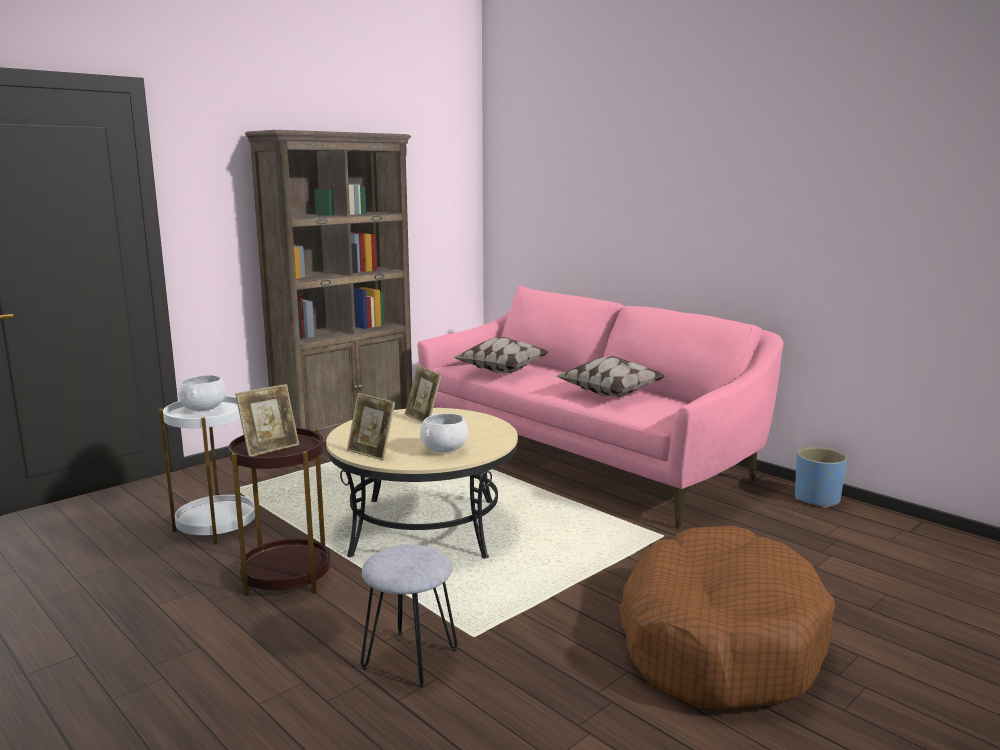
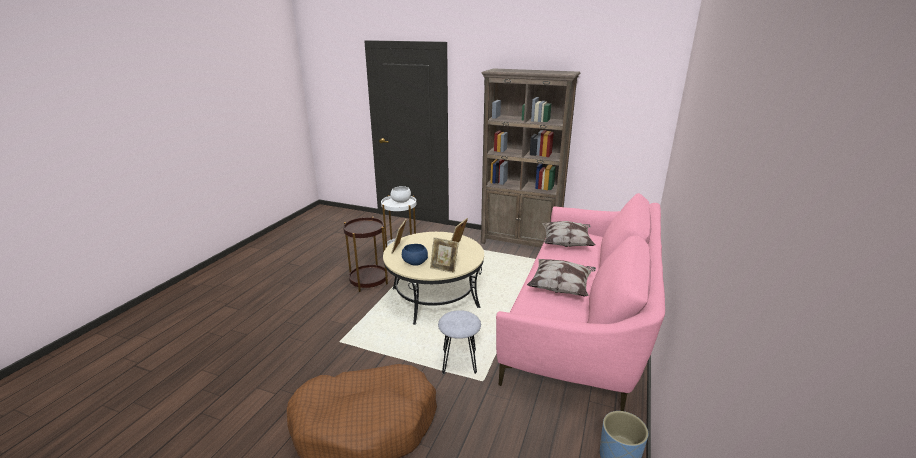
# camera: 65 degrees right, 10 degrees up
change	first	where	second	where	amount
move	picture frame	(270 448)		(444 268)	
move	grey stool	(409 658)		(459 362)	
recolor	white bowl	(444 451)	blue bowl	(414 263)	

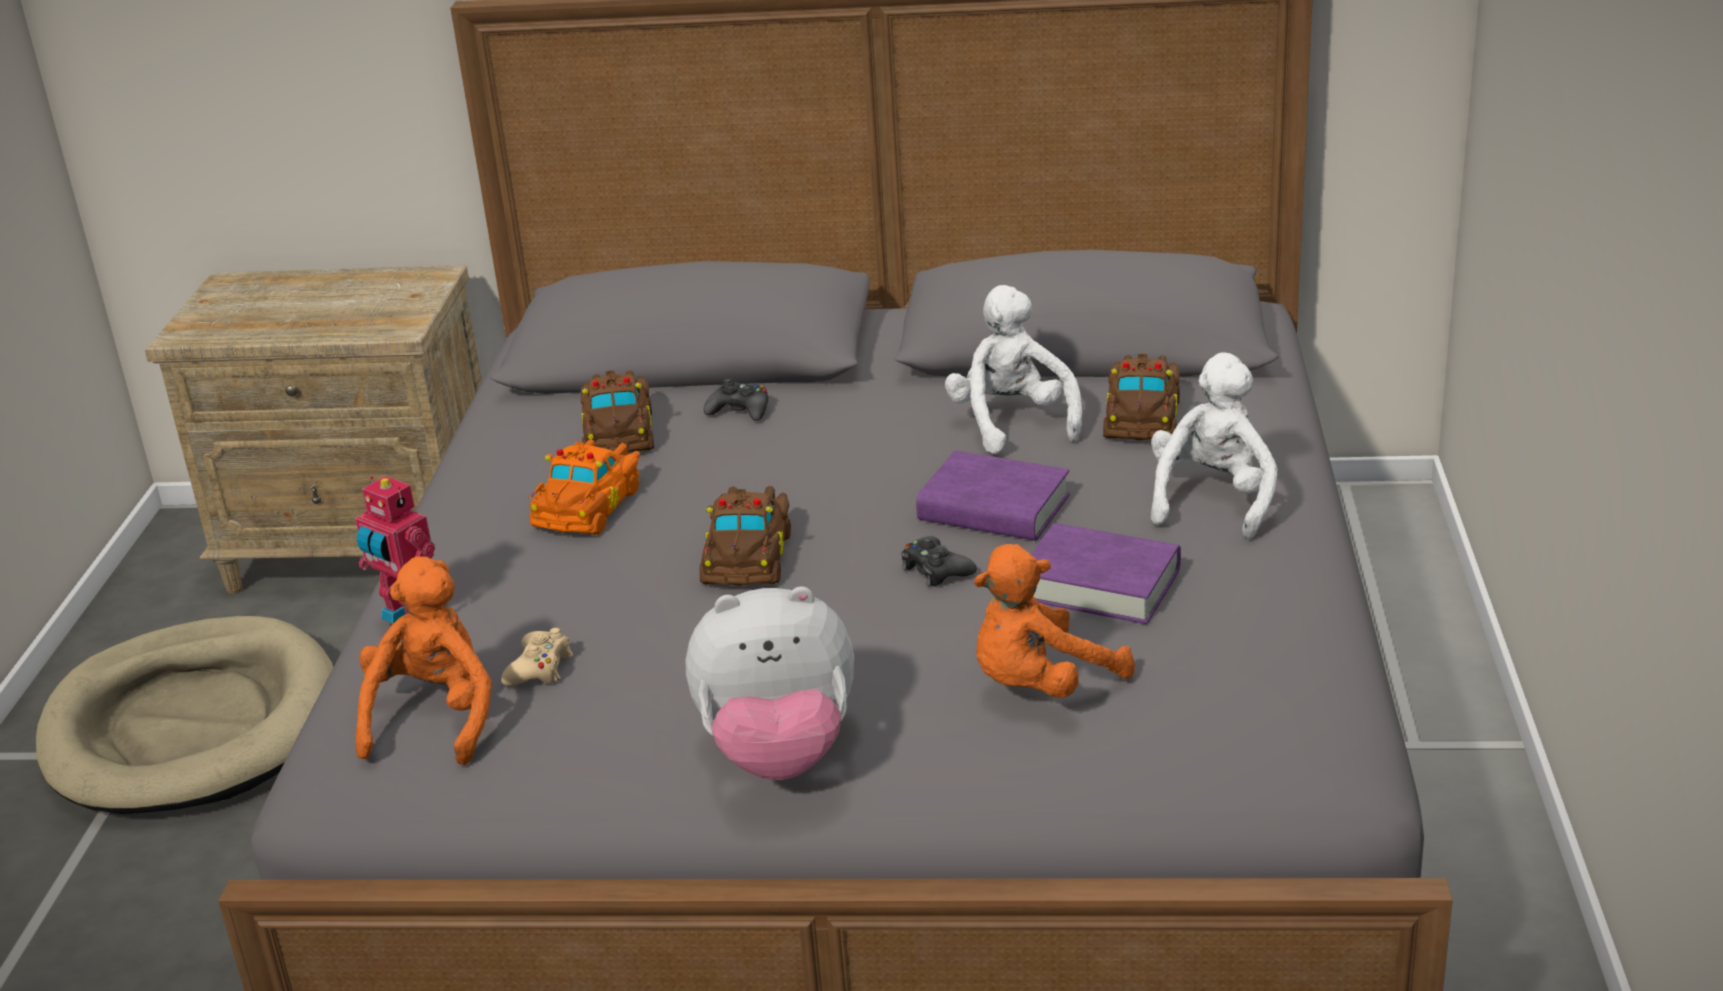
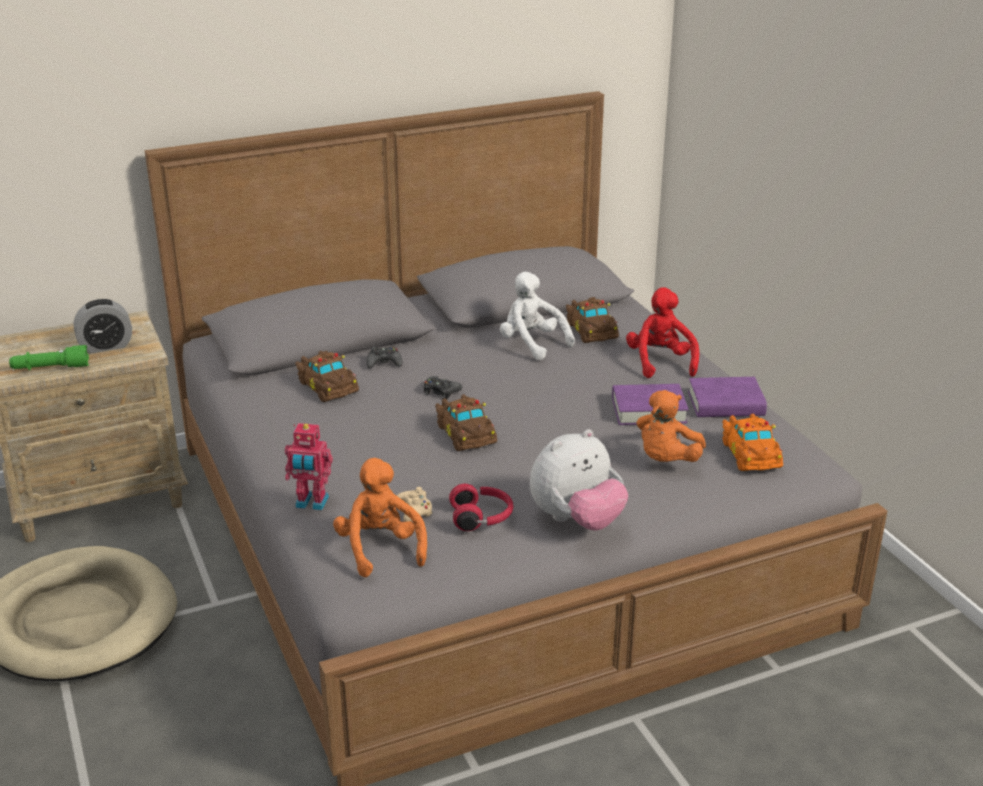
# camera: 30 degrees left, 0 degrees up
change	first	where	second	where	amount
move	orange toy car	(590 505)		(751 453)	
move	black game controller	(936 570)		(441 392)	
move	purple book	(993 508)		(726 404)	
recolor	white plush toy	(1213 500)	red plush toy	(660 362)	
insert			green flashlight	(50 368)	
insert			alarm clock	(106 346)	
insert			red headphones	(482 518)	

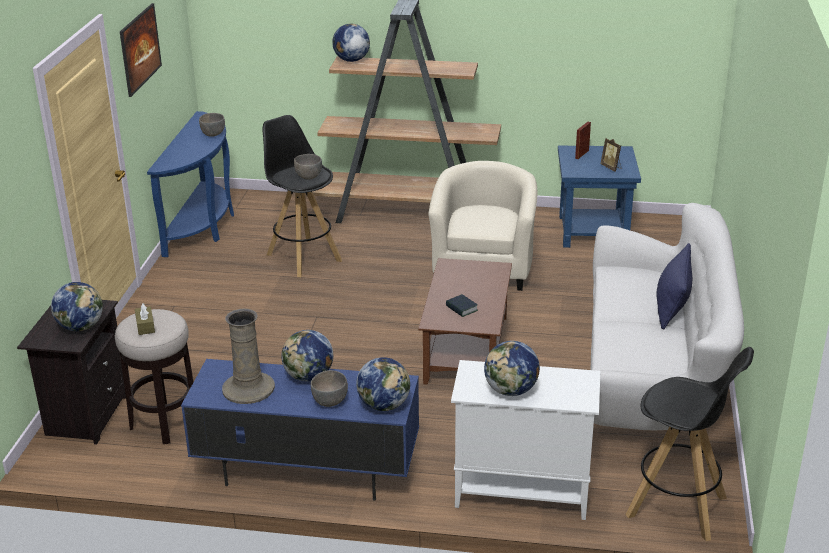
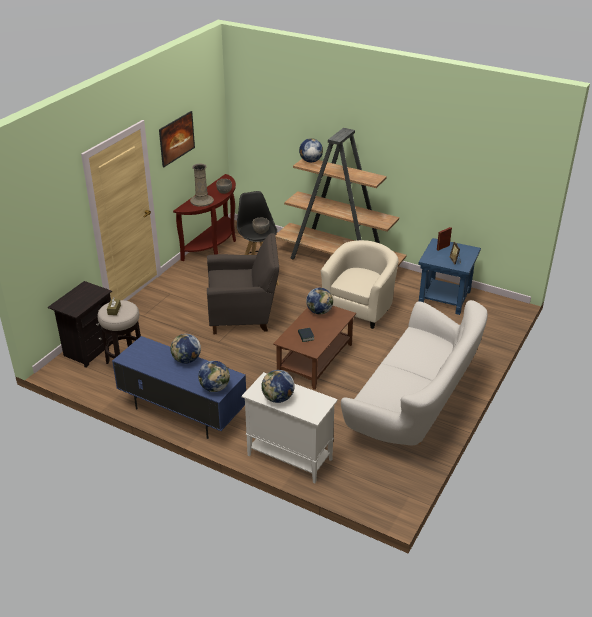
# camera: 20 degrees right, 5 degrees up
change	first	where	second	where	amount
move	globe	(81 327)		(319 311)	
recolor	blue console table	(202 226)	brown console table	(214 245)	
move	beige vase	(248 388)		(202 201)	
delete	grey bowl	(330 401)			
delete	black stool	(678 507)			
delete	blue pillow	(672 305)			
insert			grey armchair	(244 314)	

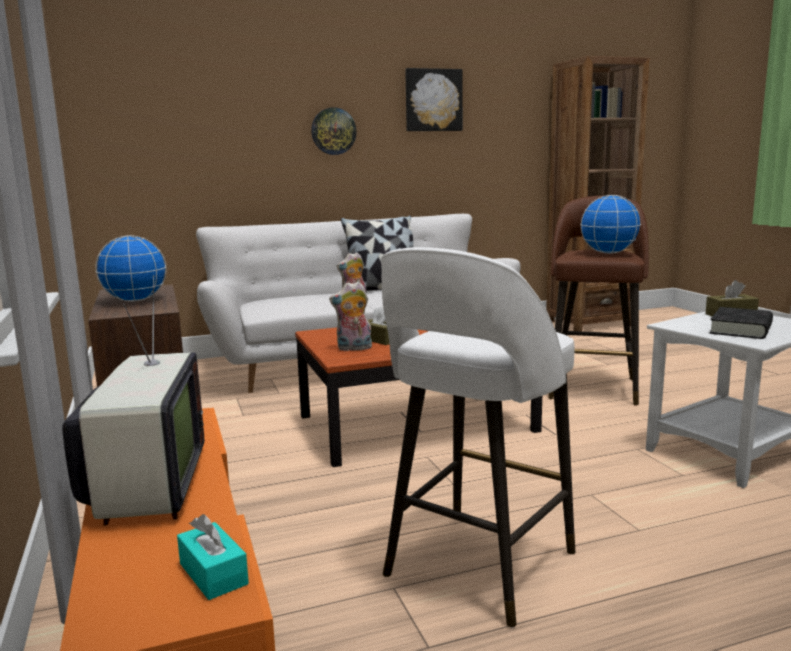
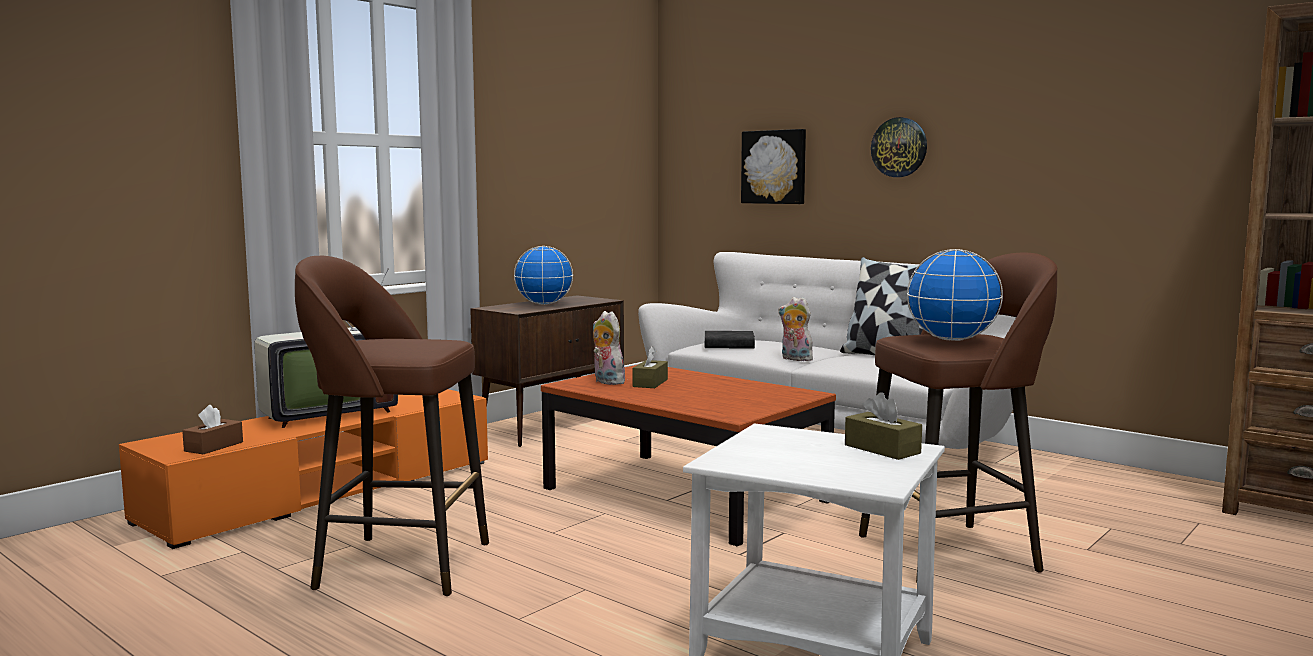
# camera: 60 degrees right, 5 degrees down
change	first	where	second	where	amount
recolor	turquoise tissue box	(213 574)	brown tissue box	(214 446)	
recolor	white stool	(477 566)	brown stool	(399 565)	
move	picture	(433 100)		(774 167)	
move	black book	(741 329)		(729 345)	

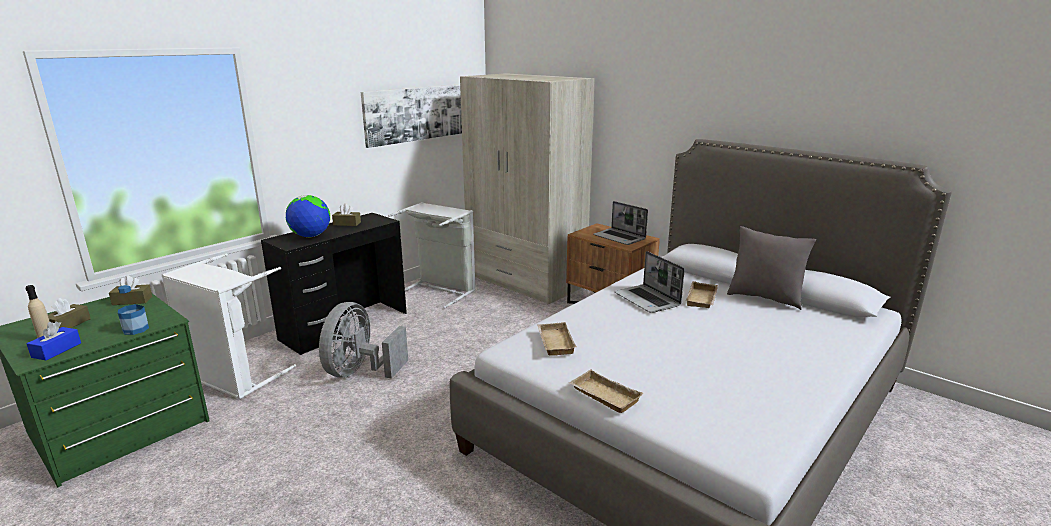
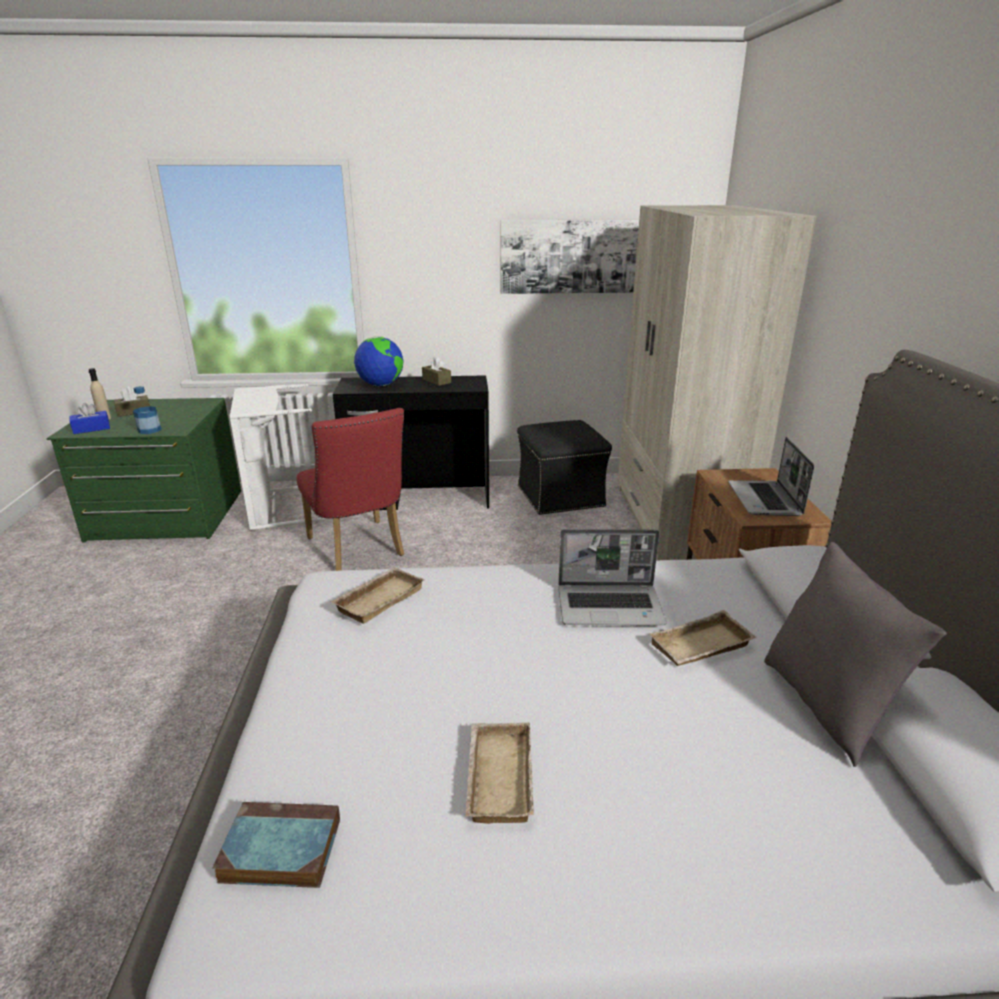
# camera: 45 degrees right, 5 degrees up
change	first	where	second	where	amount
delete	brown tissue box	(132 301)			
replace	grey fan	(360 372)	red chair	(358 550)	
replace	grey laundry basket	(440 290)	black ottoman	(560 497)	
move	beige tray	(602 396)		(496 776)	
rotate	laptop	(648 300)		(611 606)	105 degrees counterclockwise
insert			book	(278 850)	

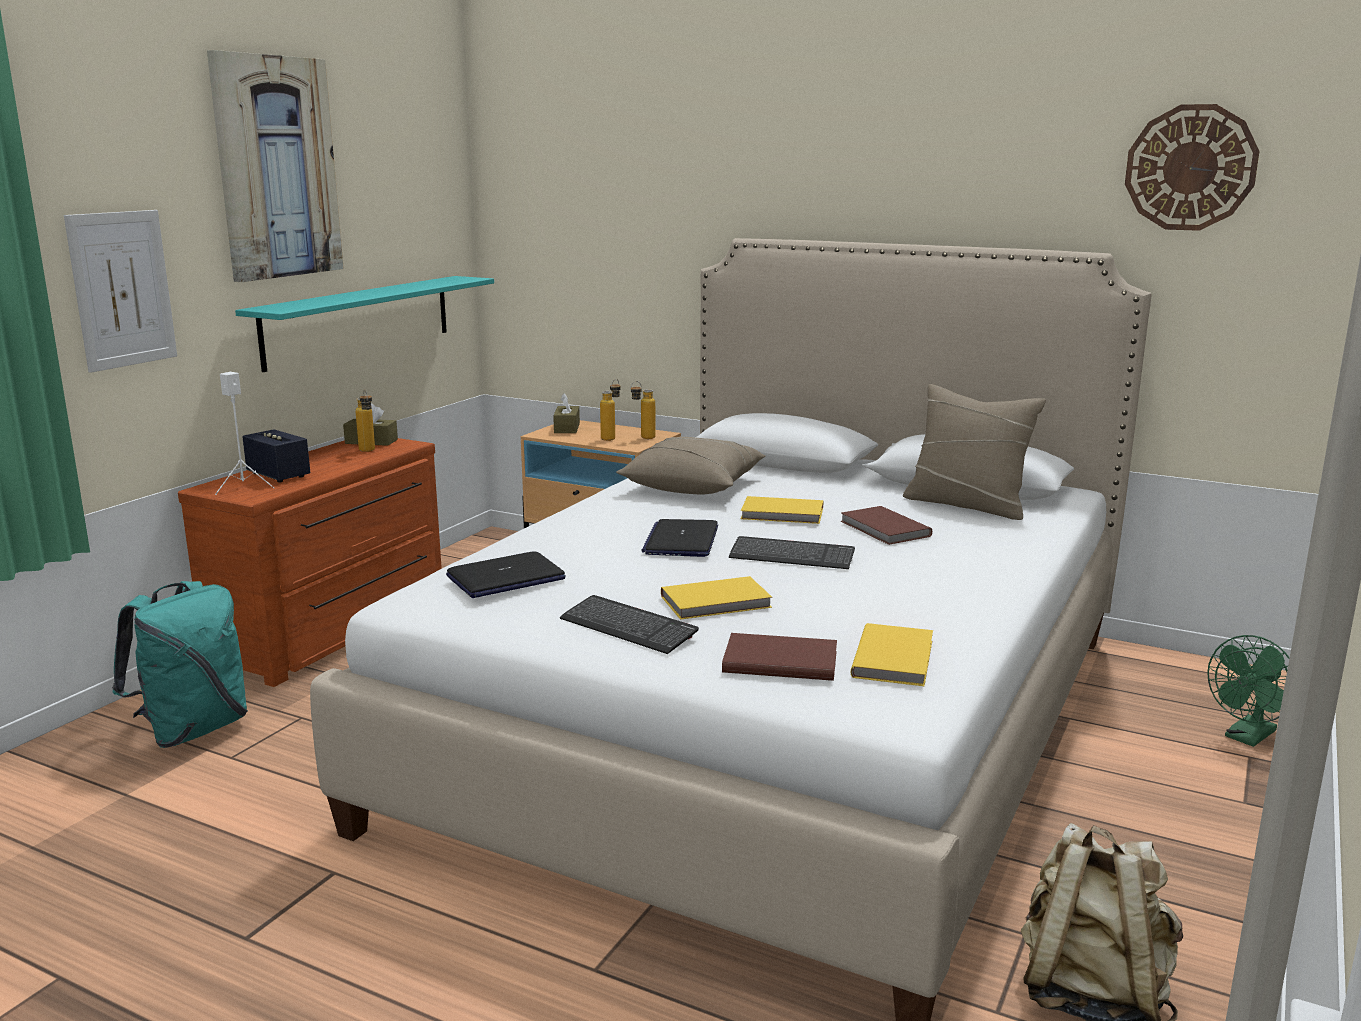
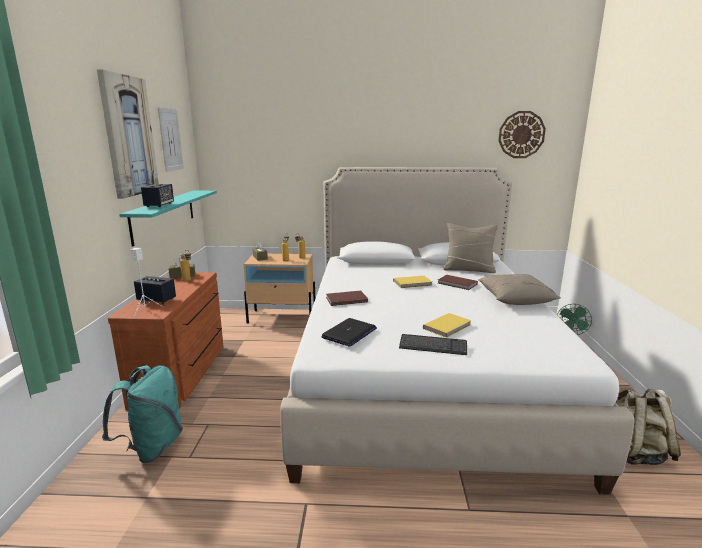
# camera: 25 degrees left, 0 degrees up
change	first	where	second	where	amount
move	picture	(122 289)		(170 139)	
move	beige pillow	(693 485)		(515 299)	
delete	laptop	(681 540)			
move	brown book	(779 661)		(345 299)	
delete	keyboard	(792 556)			
delete	yellow book	(896 658)			
insert			speaker	(159 205)	

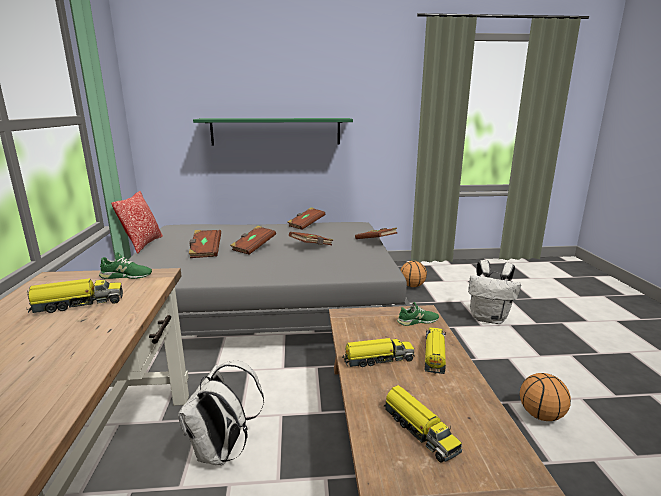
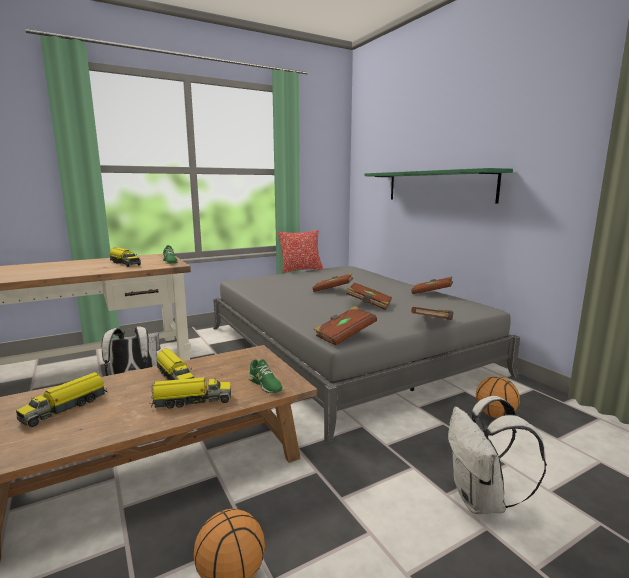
# camera: 65 degrees right, 5 degrees down
change	first	where	second	where	amount
move	brown book	(205 251)		(344 336)	

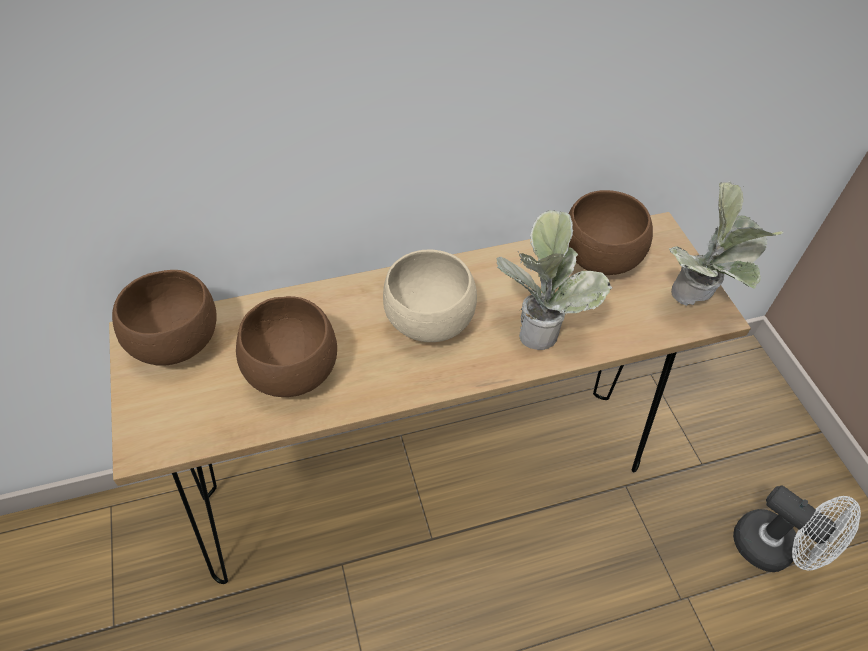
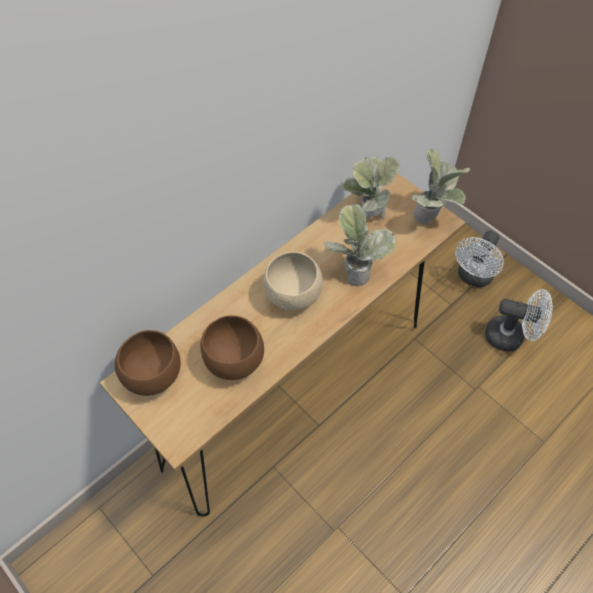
# camera: 25 degrees left, 5 degrees up
change	first	where	second	where	amount
replace	brown bowl	(600 261)	potted plant	(367 215)	
insert			white fan	(473 277)	

